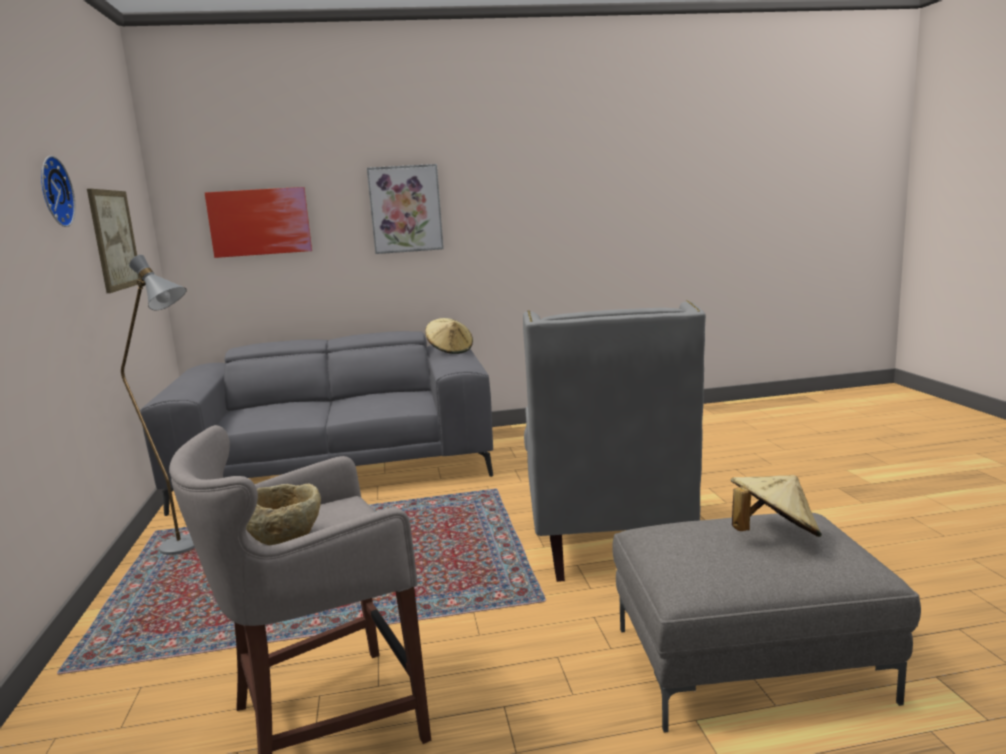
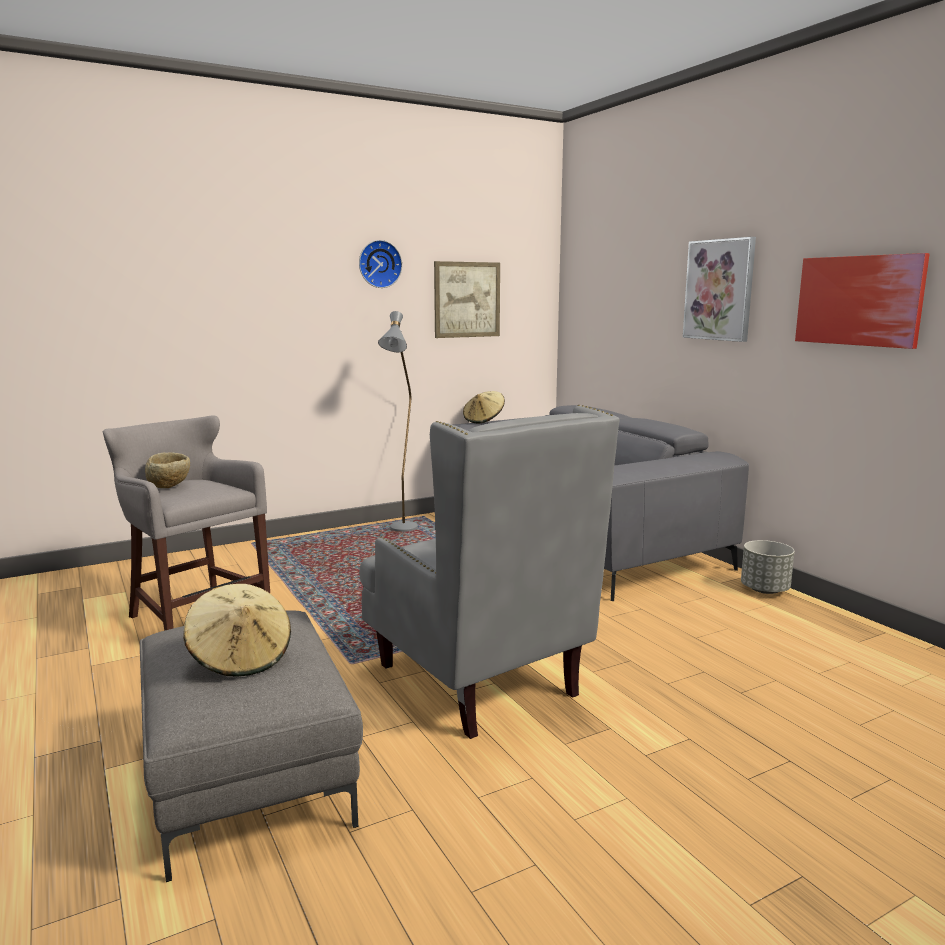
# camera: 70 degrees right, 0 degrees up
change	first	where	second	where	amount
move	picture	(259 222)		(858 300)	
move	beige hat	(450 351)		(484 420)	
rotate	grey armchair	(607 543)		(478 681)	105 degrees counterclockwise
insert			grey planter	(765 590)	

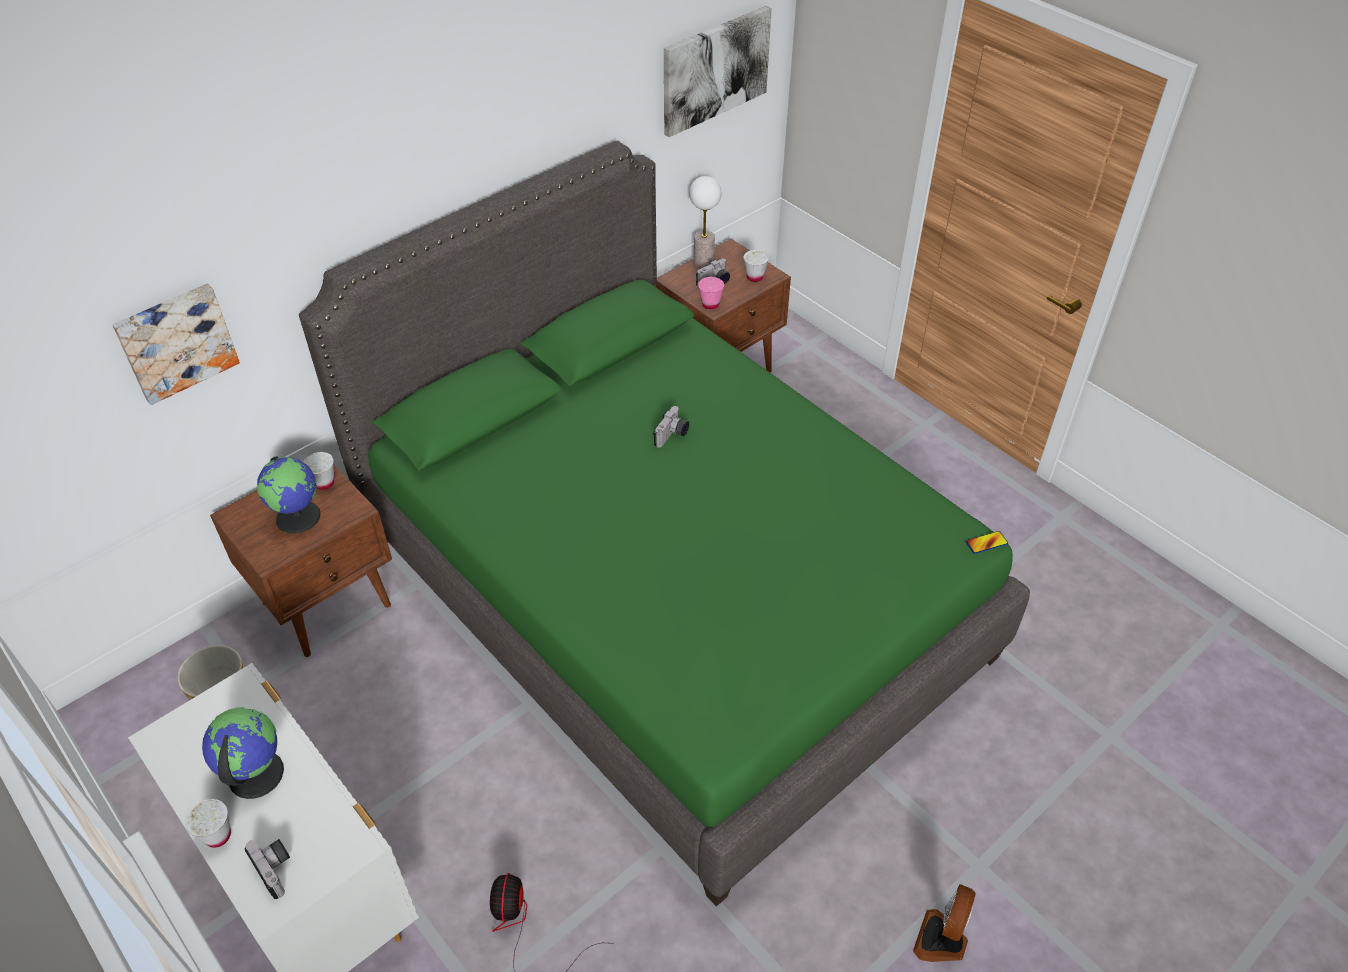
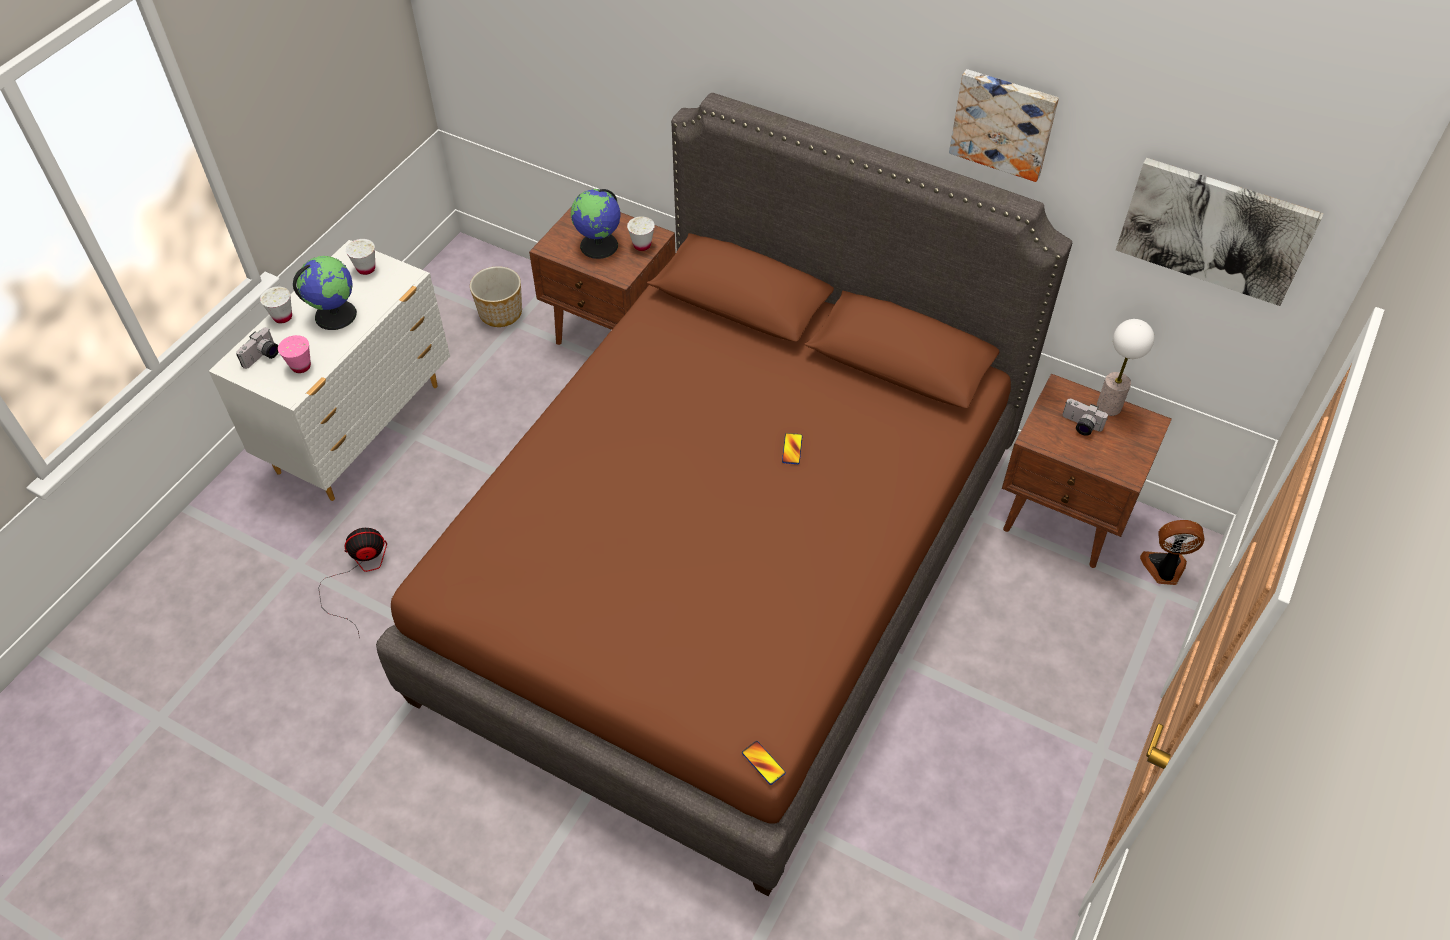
# camera: 70 degrees right, 5 degrees up
change	first	where	second	where	amount
move	picture	(176 341)		(1004 123)	
recolor	green bed	(671 595)	brown bed	(724 570)	
replace	photo camera	(672 435)	phone	(792 449)	
move	pink cup	(710 304)		(301 366)	
move	white cup	(754 277)		(366 269)	
move	fan	(942 940)		(1164 569)	

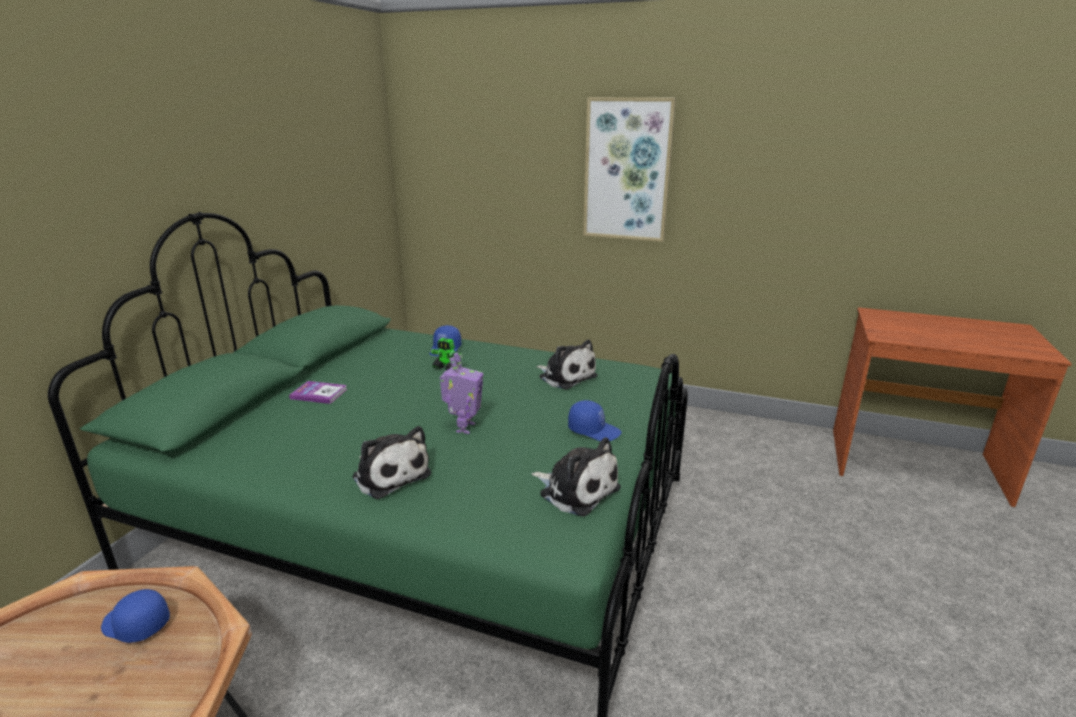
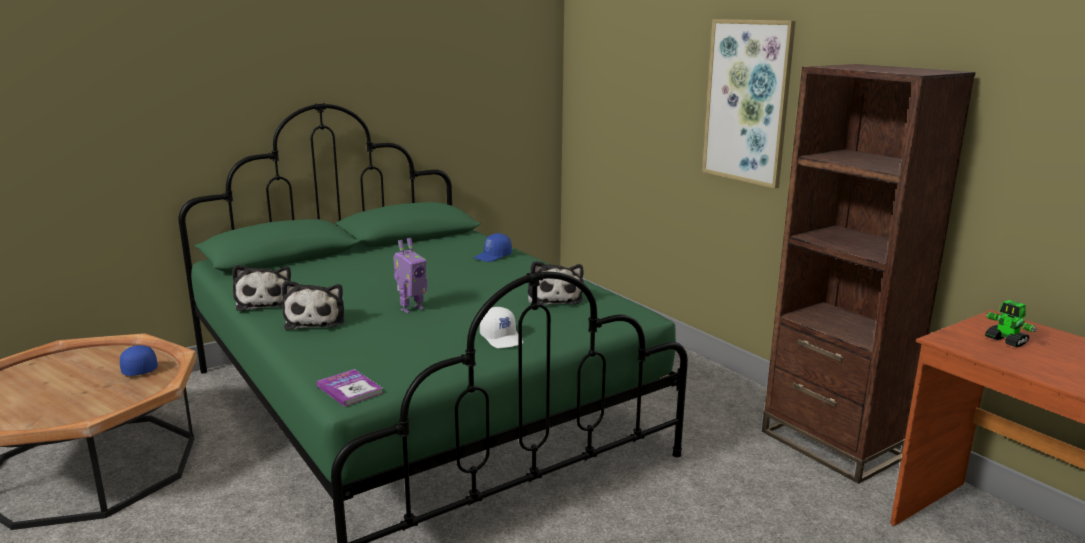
# camera: 35 degrees right, 5 degrees down
change	first	where	second	where	amount
move	book	(319 394)		(349 389)	
move	toy robot	(447 368)		(1006 341)	
move	plush toy	(576 490)		(265 302)	
recolor	blue cap	(594 430)	white cap	(502 338)	
insert			brown bookcase	(832 444)	

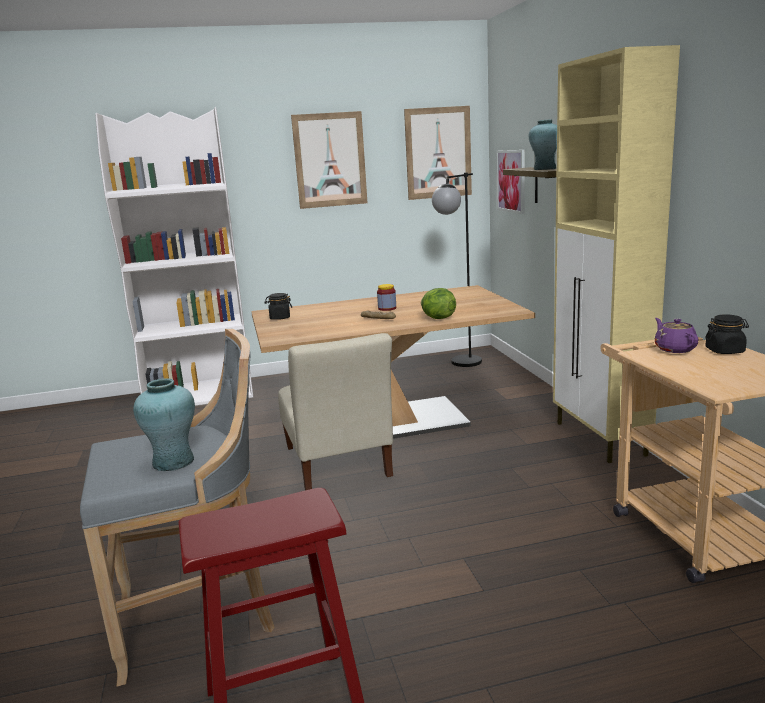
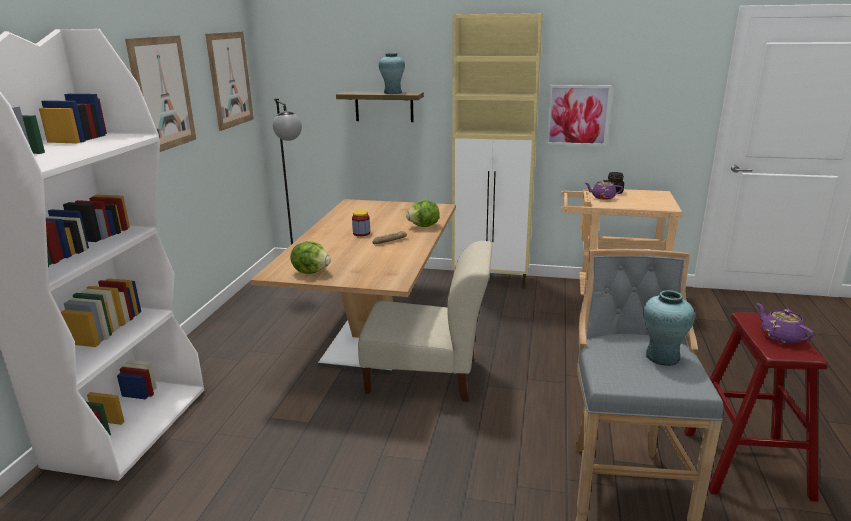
# camera: 65 degrees left, 5 degrees up
change	first	where	second	where	amount
replace	black jar	(280 318)	lettuce	(311 271)	
move	picture	(511 181)		(578 115)	
insert			purple teapot	(780 337)	

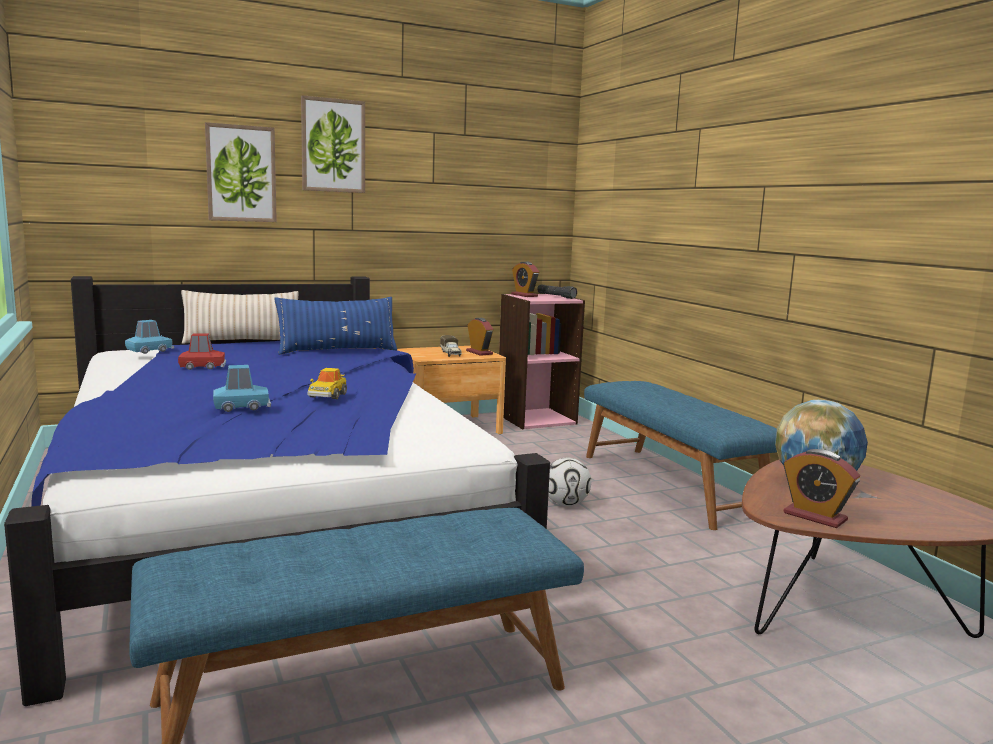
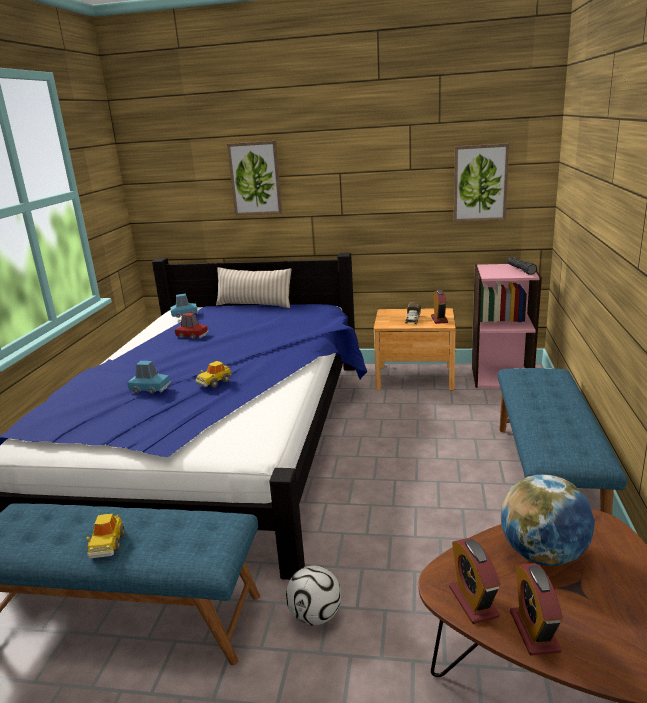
# camera: 35 degrees right, 10 degrees up
change	first	where	second	where	amount
delete	blue pillow	(337 351)			
move	picture	(333 145)		(480 183)	
move	alarm clock	(524 295)		(534 631)	
move	football	(566 504)		(315 615)	
insert			toy car	(107 544)	

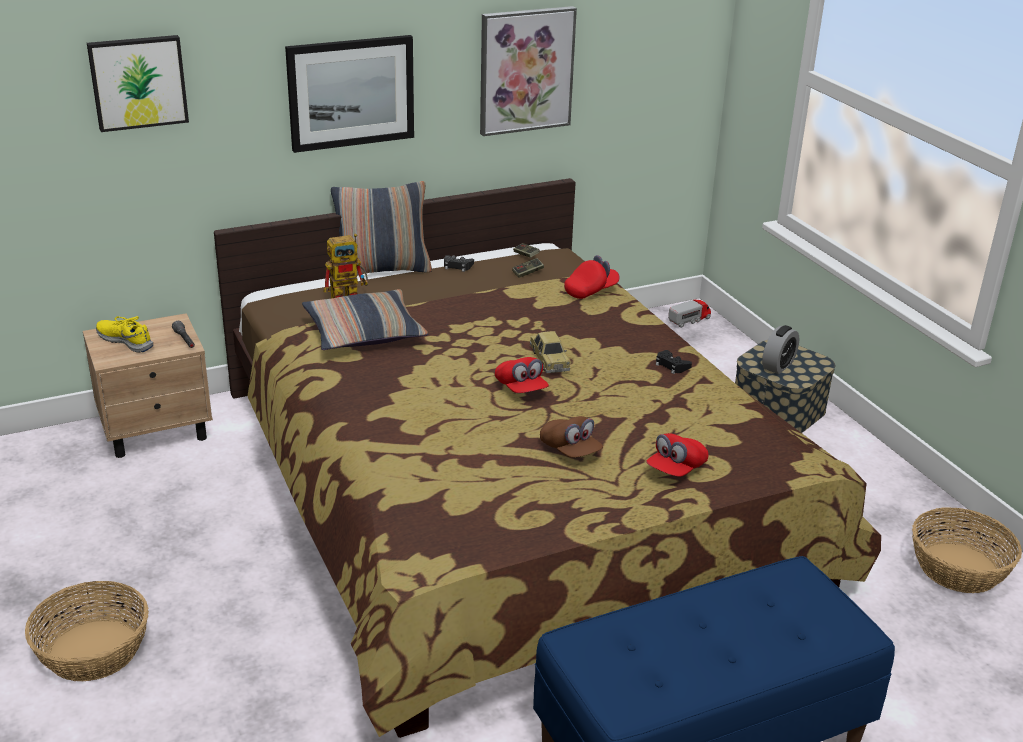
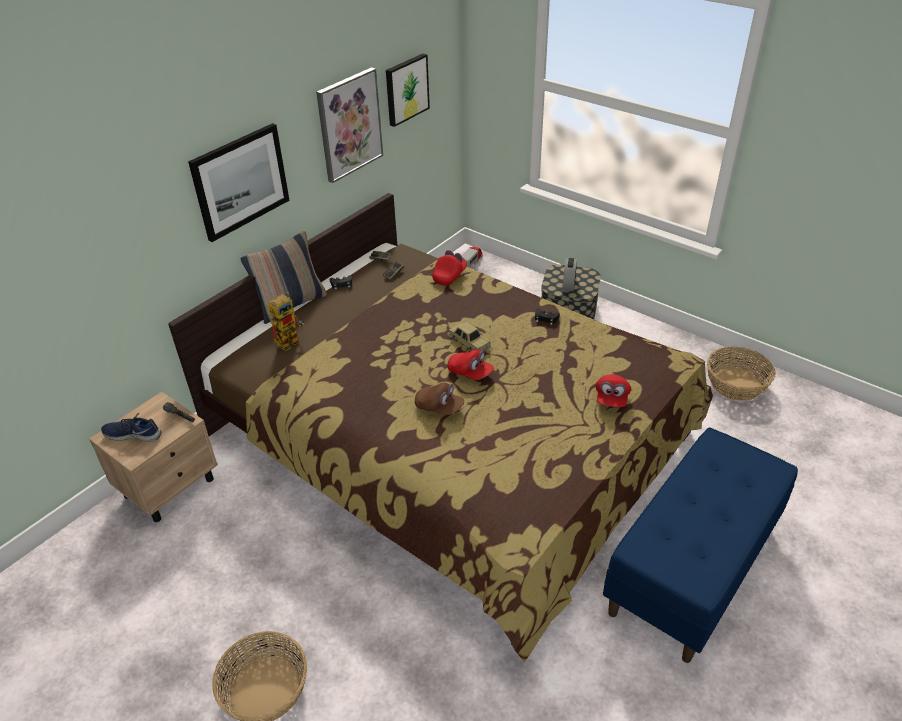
# camera: 25 degrees left, 10 degrees up
change	first	where	second	where	amount
move	picture	(138 82)		(406 89)	
recolor	yellow shoe	(126 340)	blue shoe	(133 434)	
delete	pillow	(364 332)			
move	brown cap	(570 450)		(439 407)	

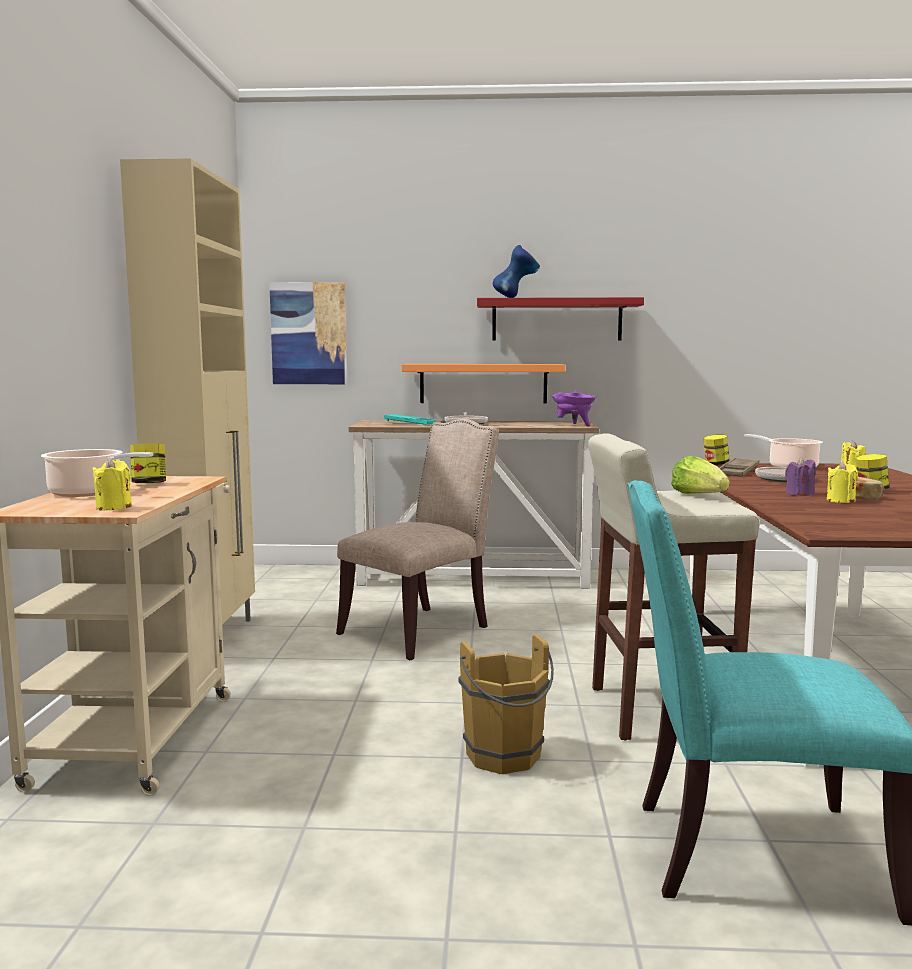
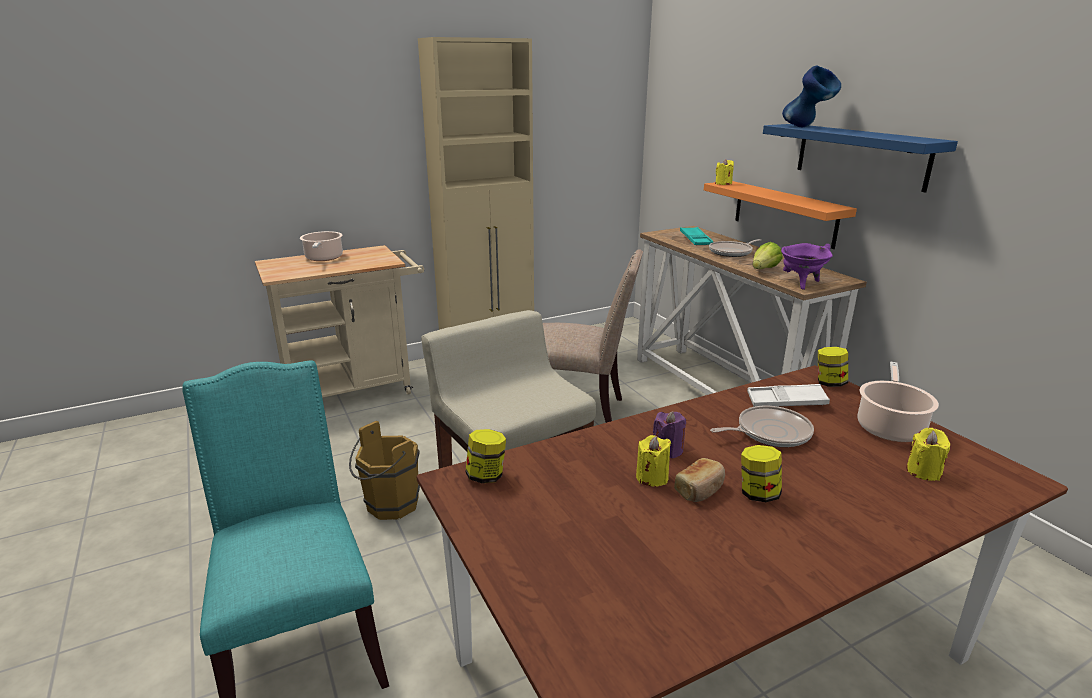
# camera: 60 degrees right, 15 degrees up
change	first	where	second	where	amount
move	yellow candle	(114 507)		(723 183)	
move	jar	(149 484)		(486 476)	
delete	picture	(309 333)			
recolor	red shelf	(556 320)	blue shelf	(860 155)	
move	lettuce	(698 496)		(764 270)	
recolor	brown tray	(737 472)	white tray	(786 401)	

